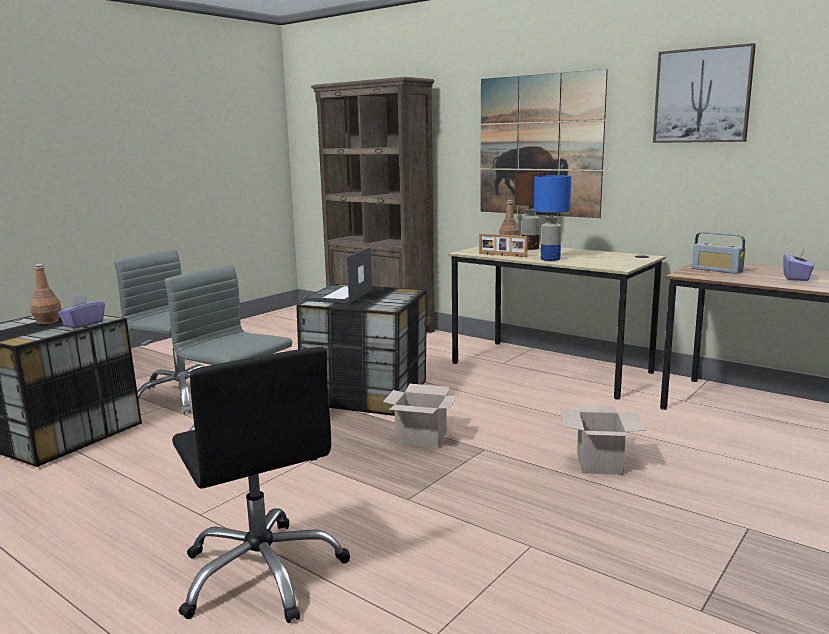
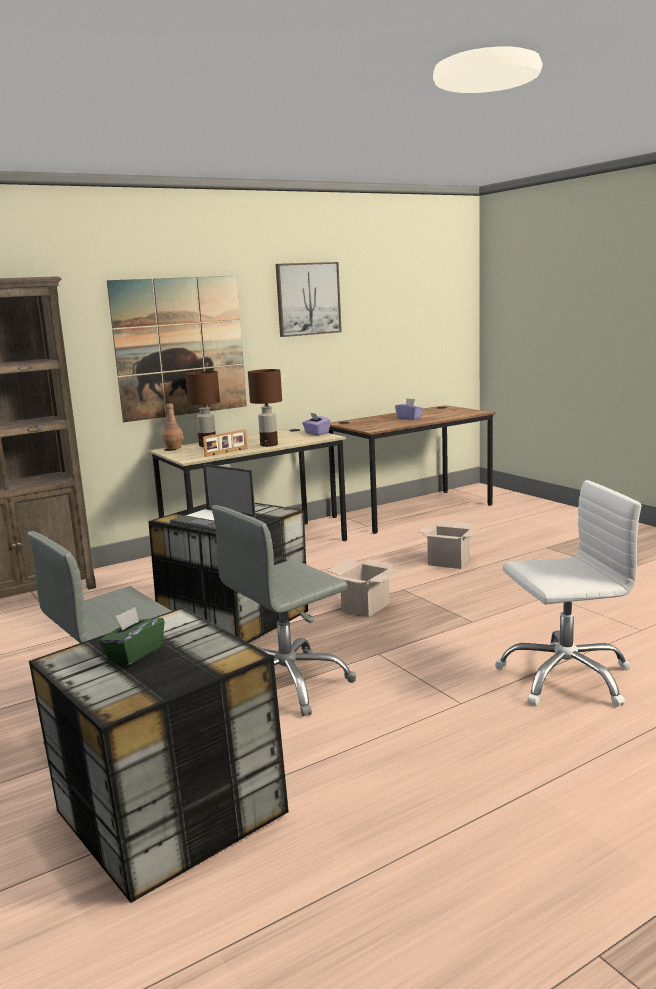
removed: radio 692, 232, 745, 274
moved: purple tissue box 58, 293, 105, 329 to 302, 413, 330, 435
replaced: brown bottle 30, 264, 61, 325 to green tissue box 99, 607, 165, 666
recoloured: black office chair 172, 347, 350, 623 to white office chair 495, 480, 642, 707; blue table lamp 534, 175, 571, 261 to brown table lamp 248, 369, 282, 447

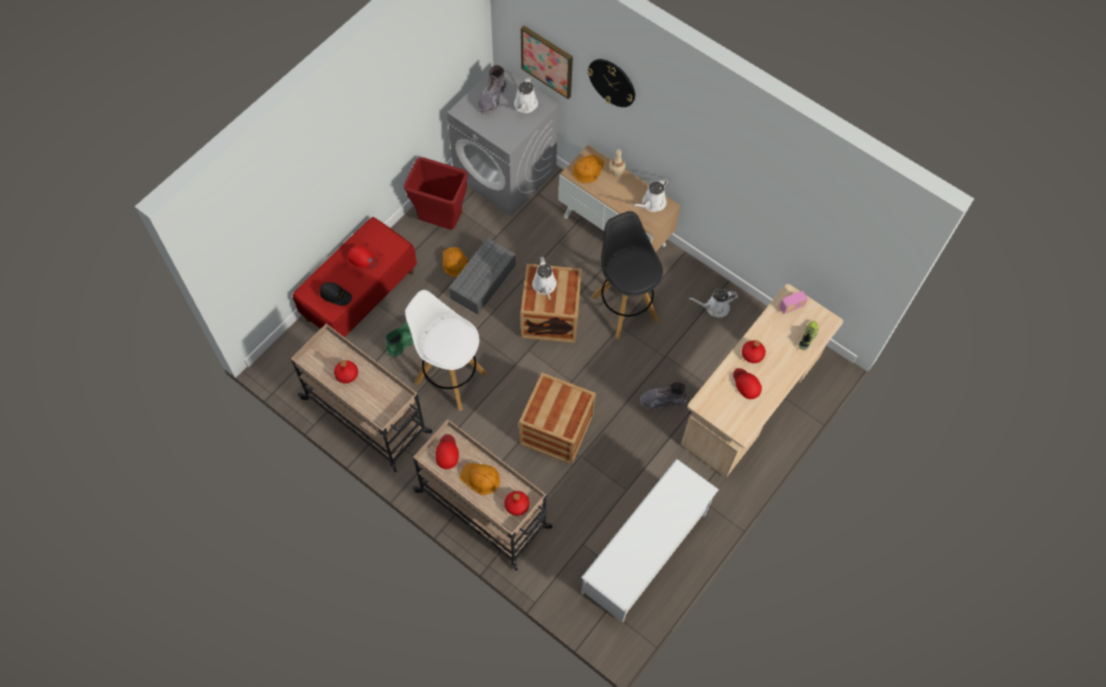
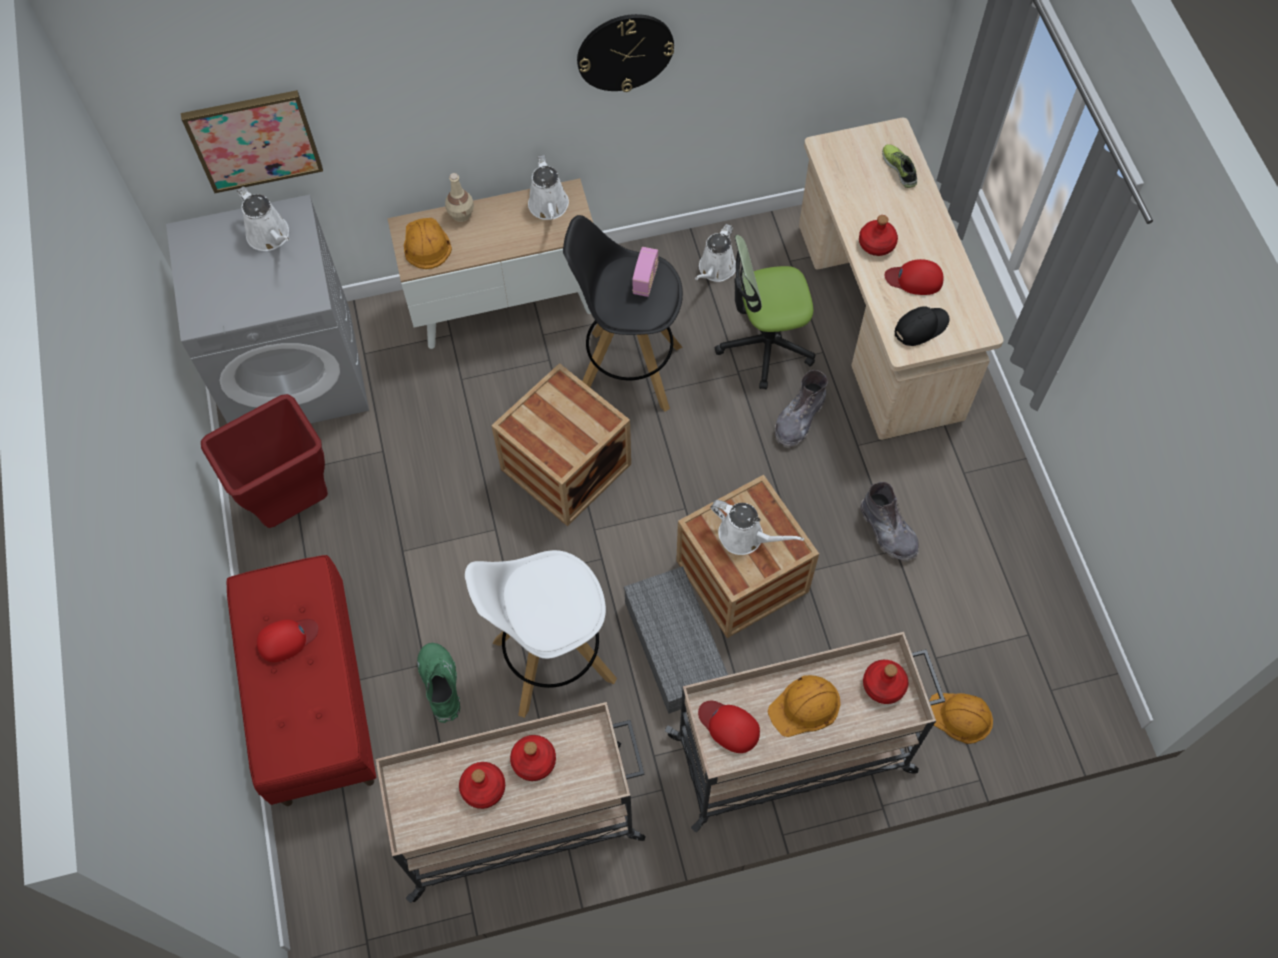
removed: white shoe rack 581, 459, 719, 623
added: red bottle 510, 735, 556, 781; office chair 715, 235, 815, 390
moved: black cap 320, 282, 352, 306 to 895, 306, 949, 346; orange hard hat 443, 247, 468, 277 to 929, 693, 993, 744; grey storage box 448, 238, 516, 314 to 624, 566, 728, 714; grey boot 478, 65, 506, 115 to 860, 482, 919, 562; white watering can 532, 257, 557, 300 to 710, 500, 804, 555; wall clock 587, 59, 635, 107 to 577, 14, 674, 92; radio 779, 291, 808, 314 to 632, 247, 658, 297

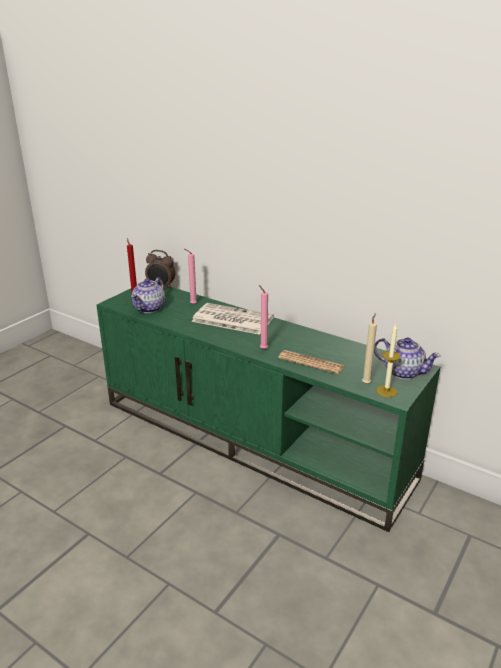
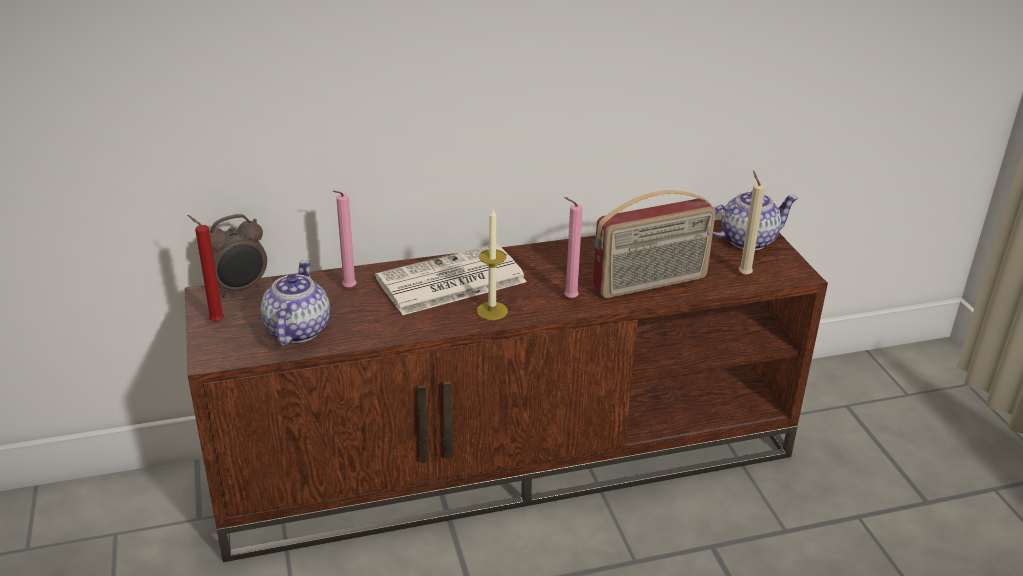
moved: candle 376, 324, 401, 397 to 477, 209, 508, 320
replaced: newspaper 278, 350, 344, 374 to radio 593, 190, 716, 298
recoloured: green tv stand 96, 286, 440, 532 to brown tv stand 185, 219, 828, 562
turned: teapot 131, 277, 165, 313 = 260, 260, 330, 346 150 degrees counterclockwise

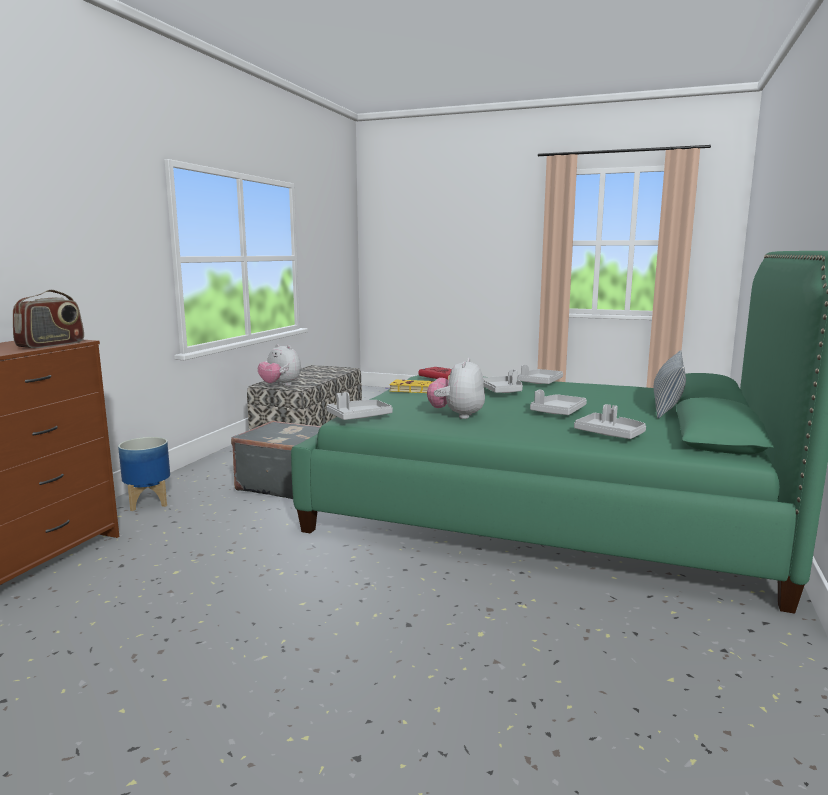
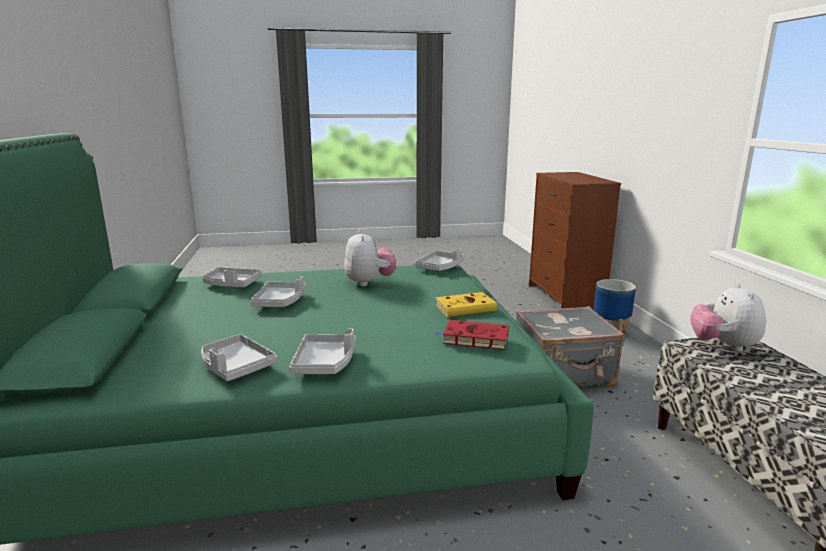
removed: radio 13, 290, 84, 348; pillow 654, 350, 686, 419
moved: grey tray 483, 369, 523, 393 to 201, 334, 277, 381
turned: plush toy 258, 344, 301, 386 = 690, 283, 766, 352 90 degrees counterclockwise

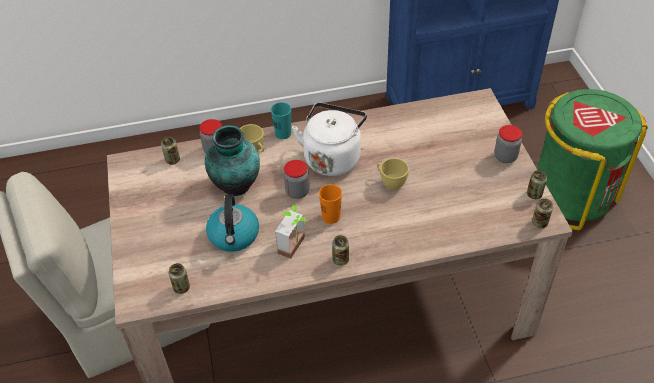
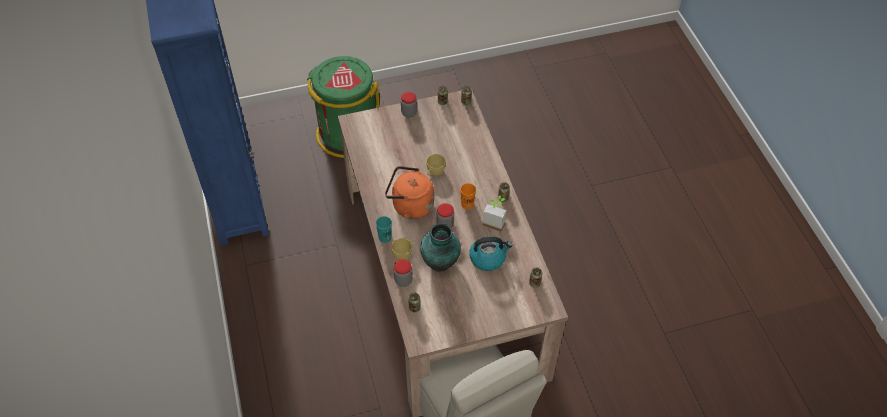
recoloured: white kettle 292, 103, 367, 176 to orange kettle 385, 166, 434, 219

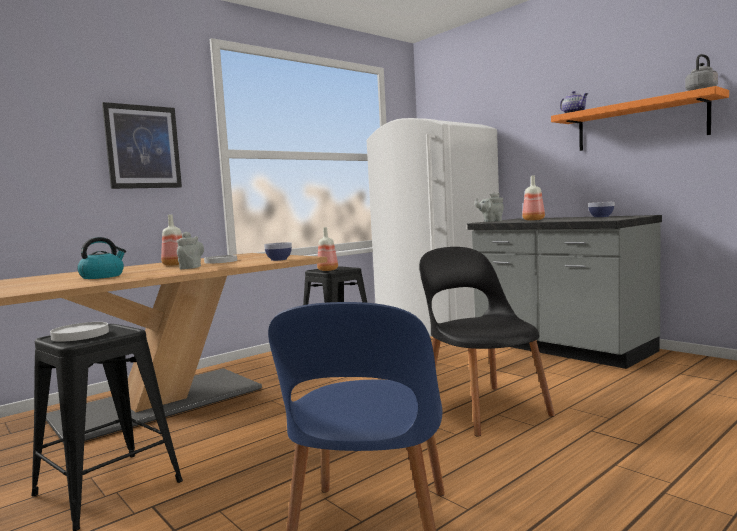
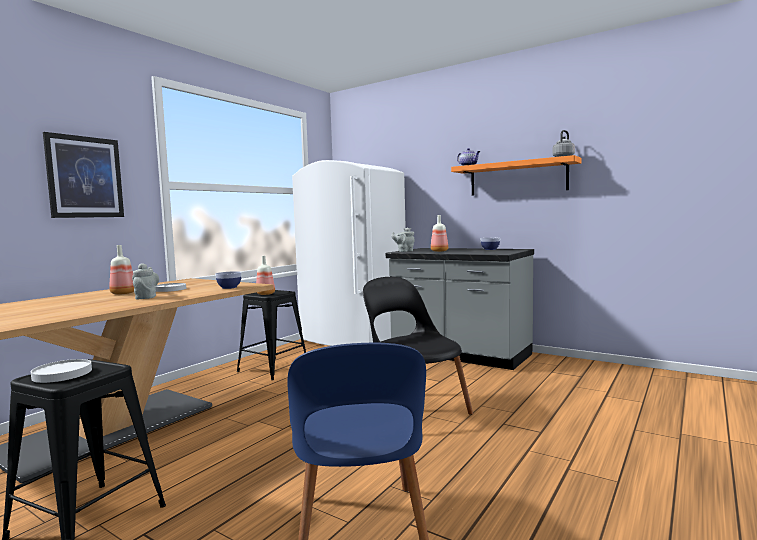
removed: kettle 77, 237, 126, 279

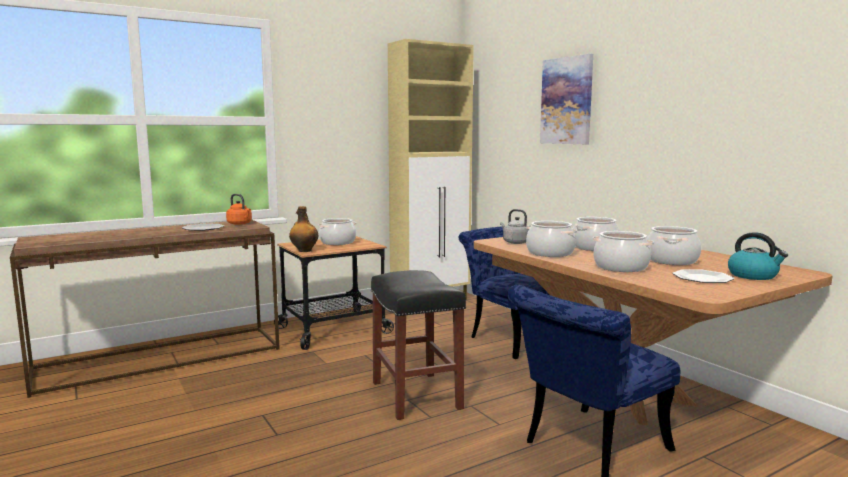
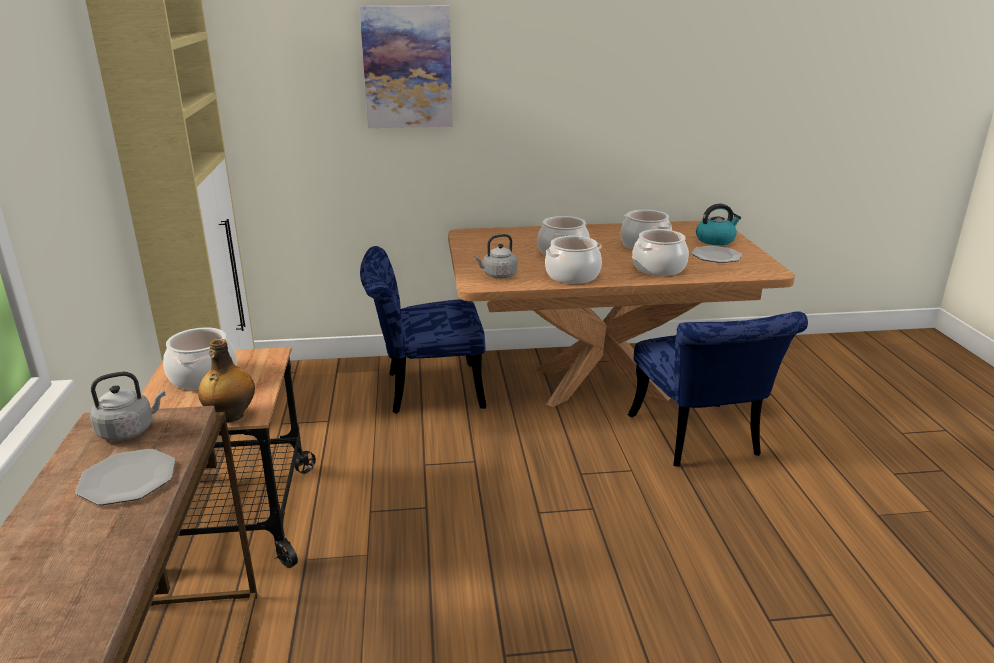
removed: black stool 371, 270, 466, 420
recoloured: orange kettle 226, 194, 252, 225 to grey kettle 90, 371, 165, 441

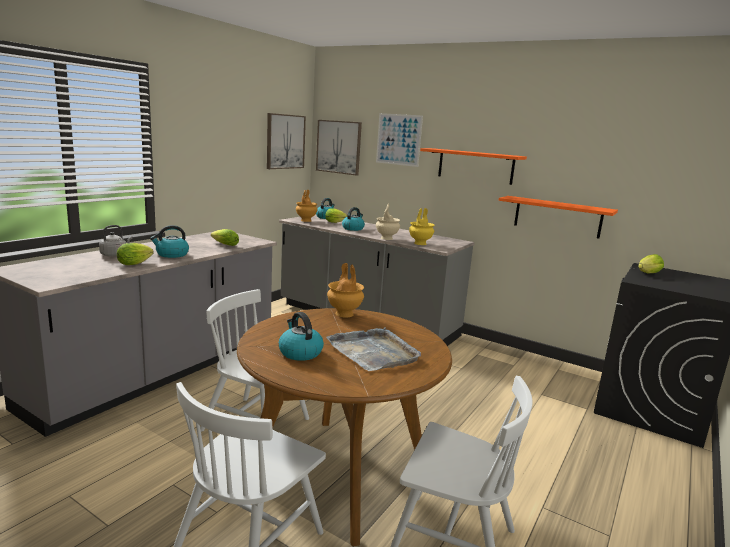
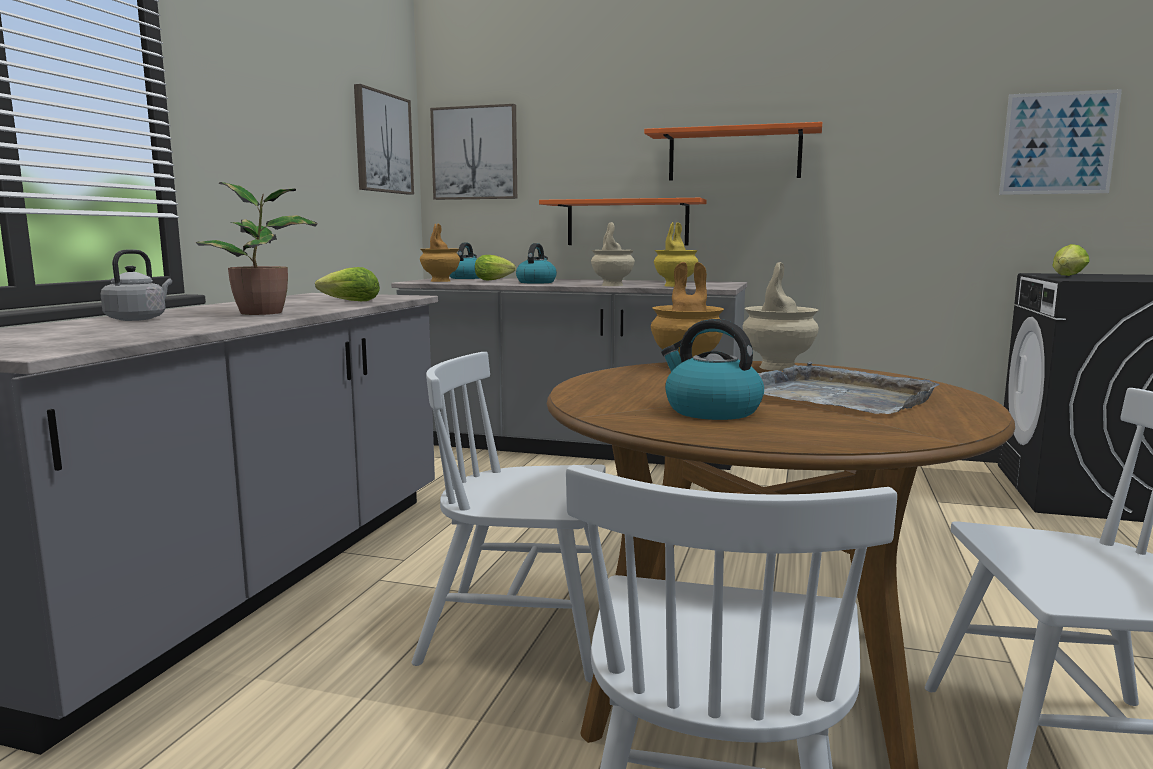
removed: lettuce 117, 243, 154, 265
added: beige vase 742, 262, 819, 371
moved: picture 376, 113, 423, 167 to 999, 89, 1122, 195; orange shelf 499, 196, 618, 239 to 539, 198, 707, 246
replaced: kettle 150, 225, 189, 258 to potted plant 196, 182, 318, 315

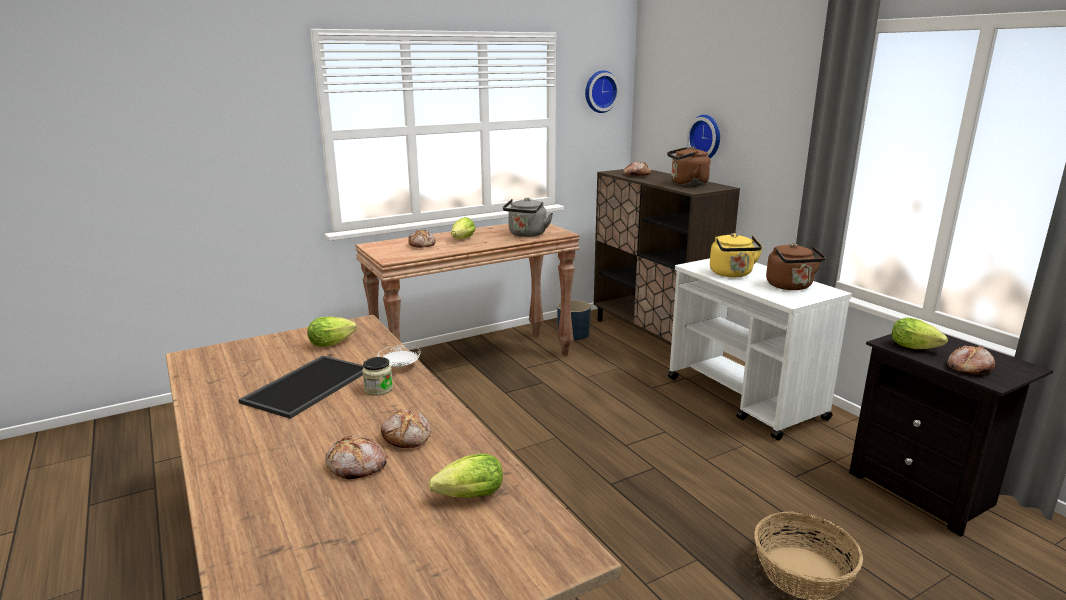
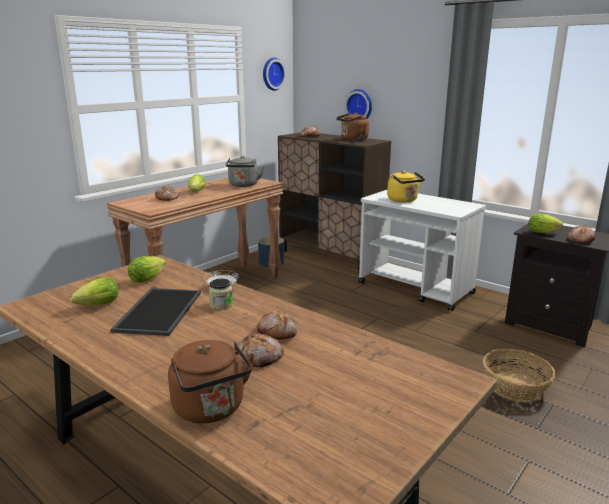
moved: lettuce 429, 453, 503, 498 to 71, 277, 119, 306; brown kettle 766, 243, 826, 290 to 168, 340, 254, 423

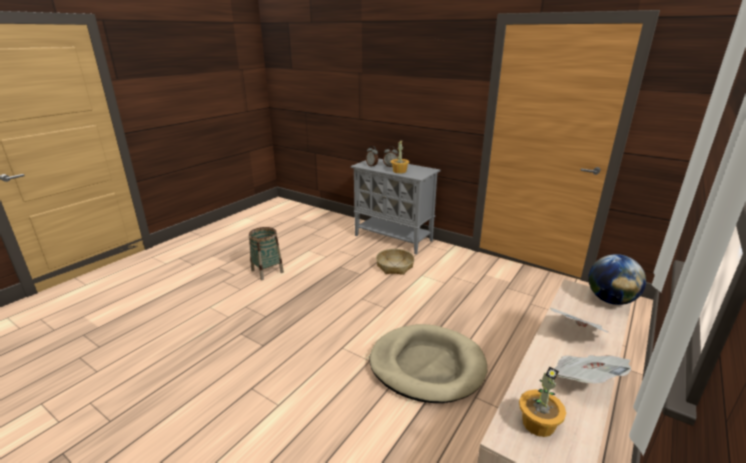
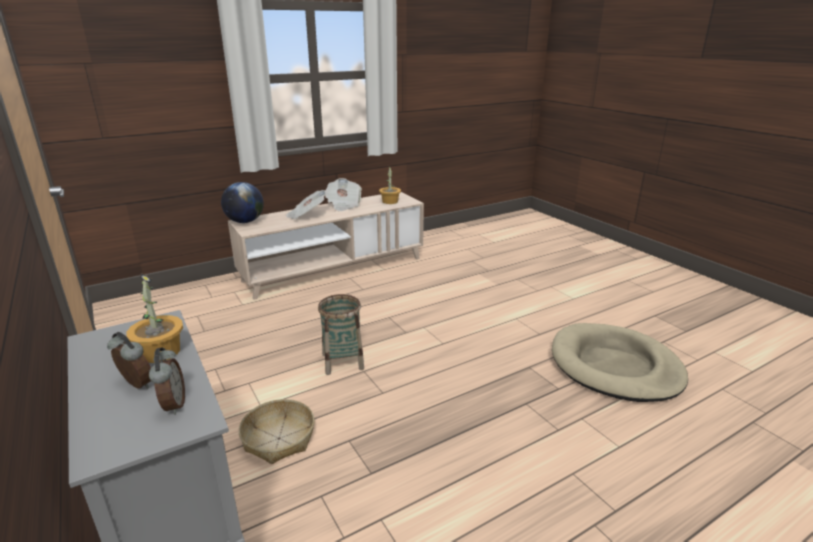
moved: basket 249, 227, 284, 280 to 318, 294, 364, 375; beige dog bed 369, 324, 487, 403 to 552, 323, 688, 402

